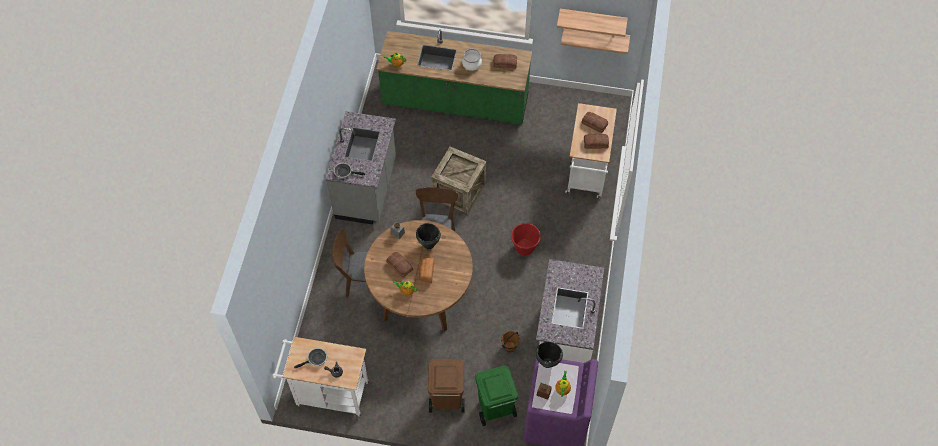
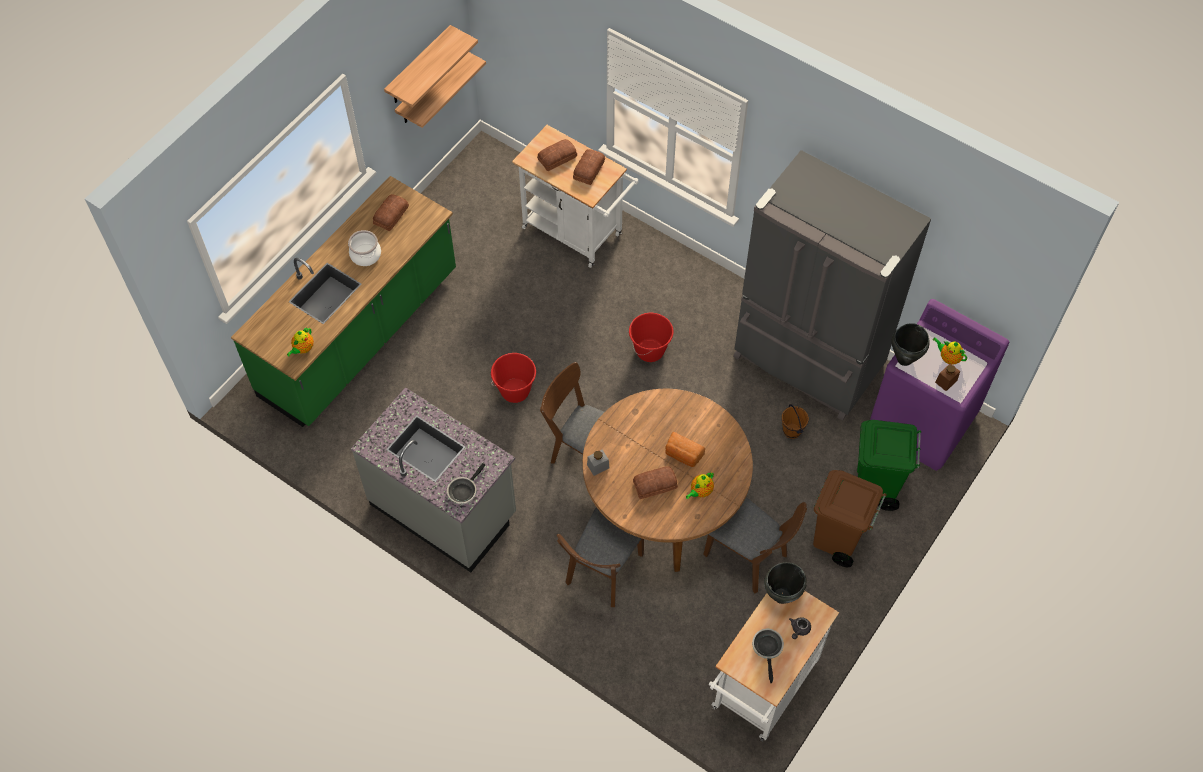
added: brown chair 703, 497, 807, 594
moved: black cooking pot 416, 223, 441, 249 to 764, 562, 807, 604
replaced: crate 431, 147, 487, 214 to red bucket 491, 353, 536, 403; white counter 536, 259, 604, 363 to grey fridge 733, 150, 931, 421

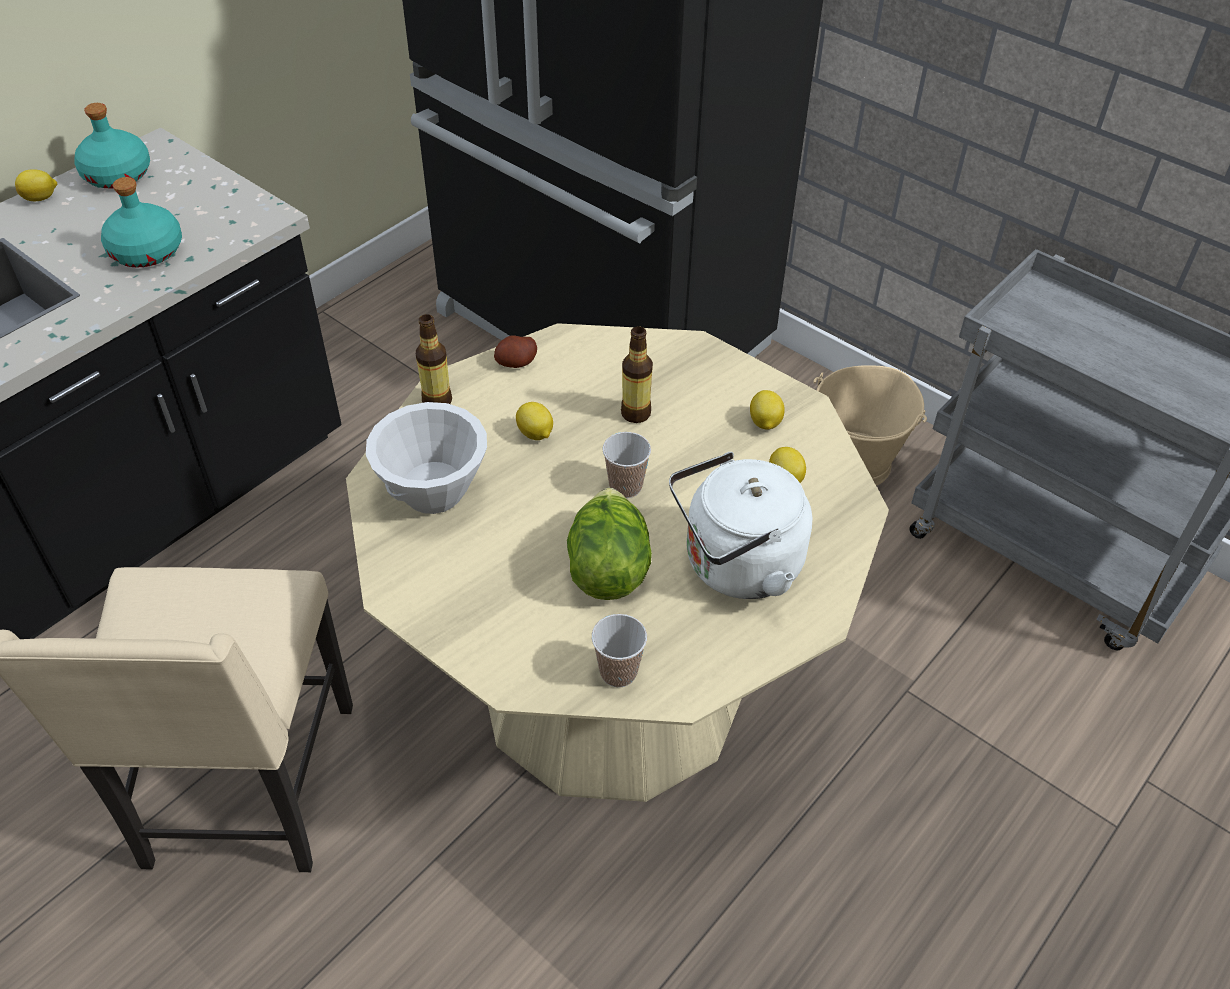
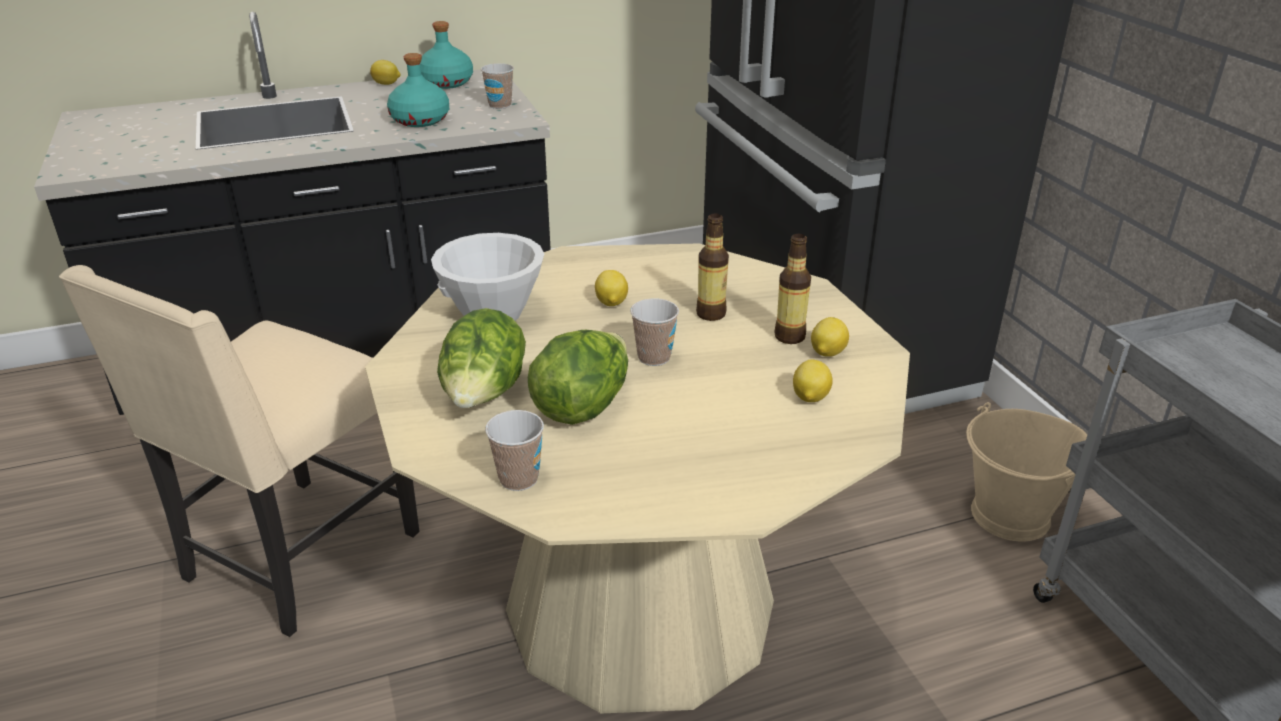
removed: potato 494, 336, 537, 368; white kettle 669, 452, 812, 599
added: lettuce 437, 308, 526, 408; cup 481, 63, 514, 109
moved: bottle 416, 314, 452, 404 to 774, 234, 811, 344

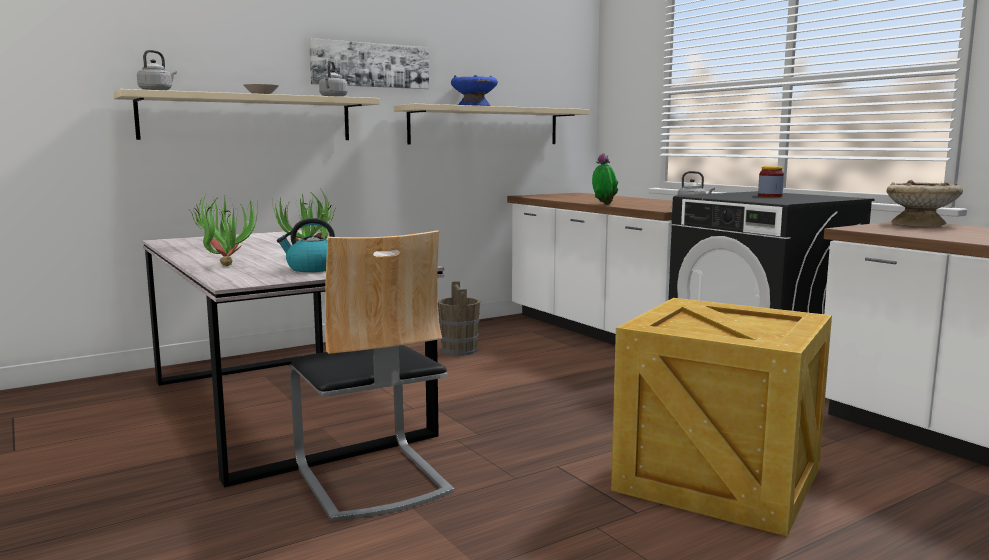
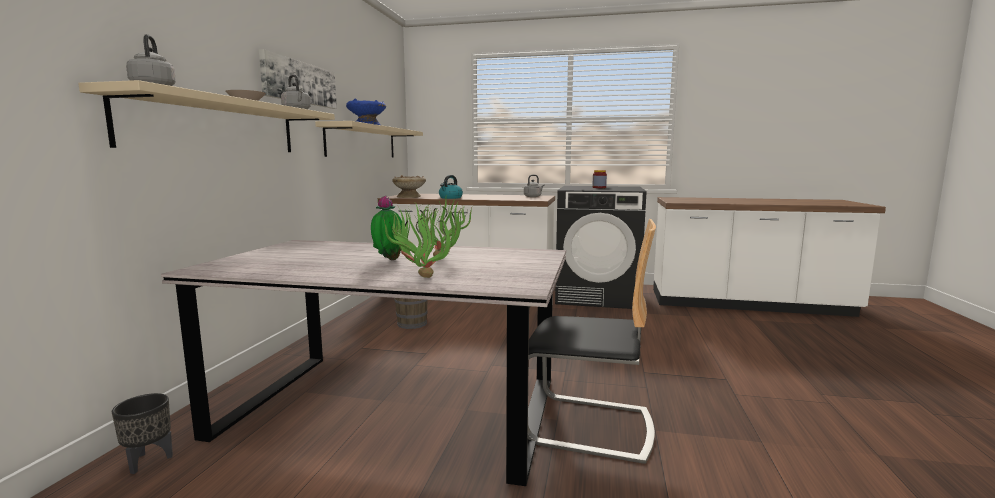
removed: crate 611, 298, 832, 537
added: black planter 112, 393, 173, 474
moved: kettle 277, 218, 335, 272 to 439, 175, 463, 199; potted plant 592, 153, 619, 205 to 371, 195, 402, 260; beige bowl 887, 180, 963, 227 to 392, 175, 426, 198

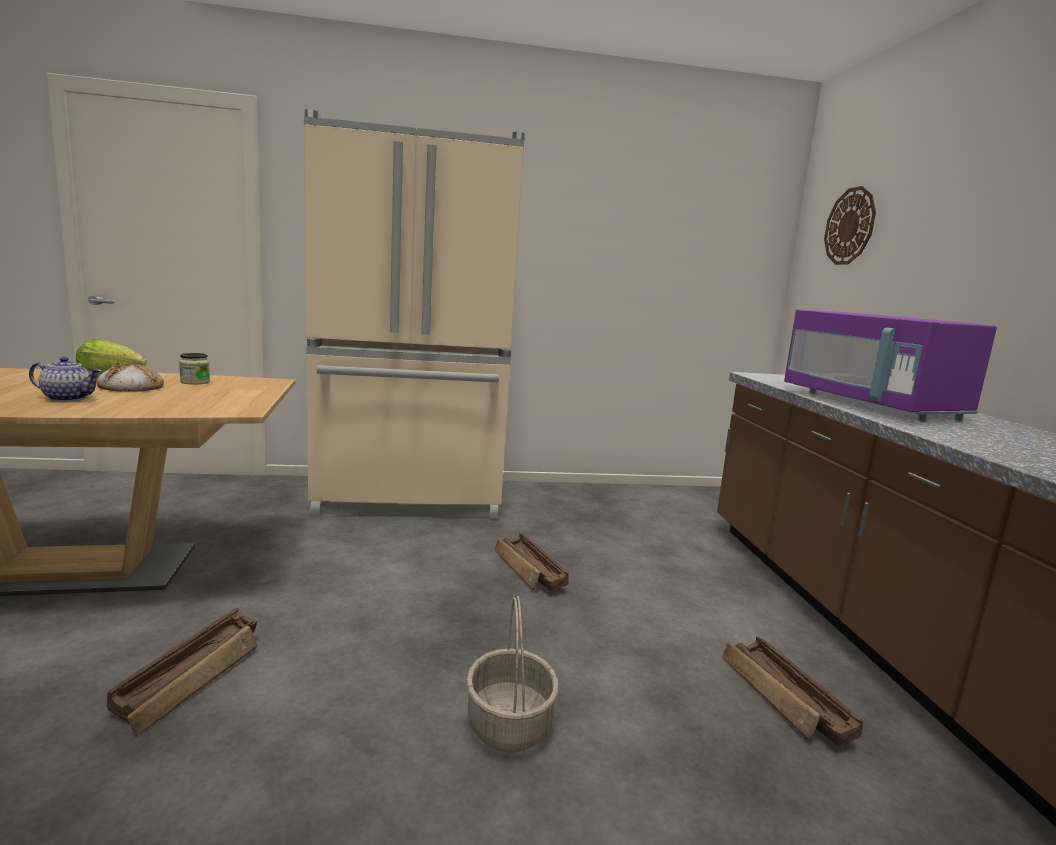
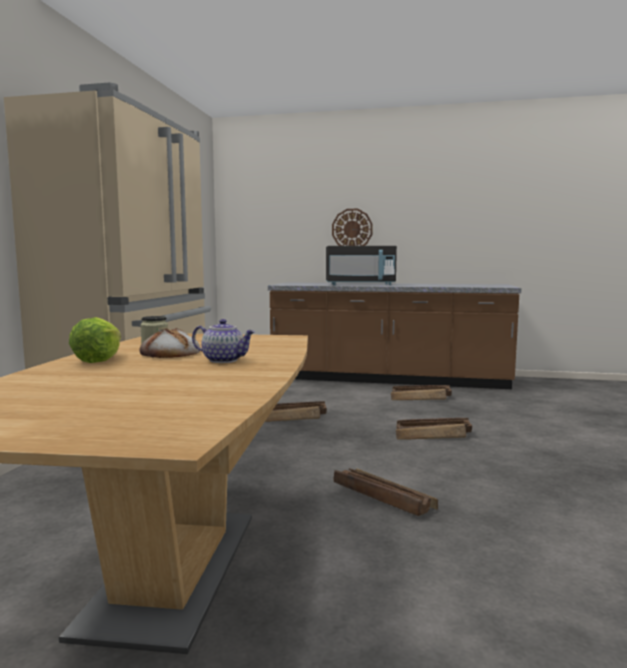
moved: wall clock 824, 186, 876, 265 to 332, 209, 373, 246
replaced: basket 466, 596, 558, 753 to crate 396, 418, 472, 440
recoloured: purple microwave 784, 309, 997, 421 to black microwave 326, 246, 397, 285
turned: teapot 29, 357, 102, 402 = 192, 319, 255, 363 90 degrees clockwise

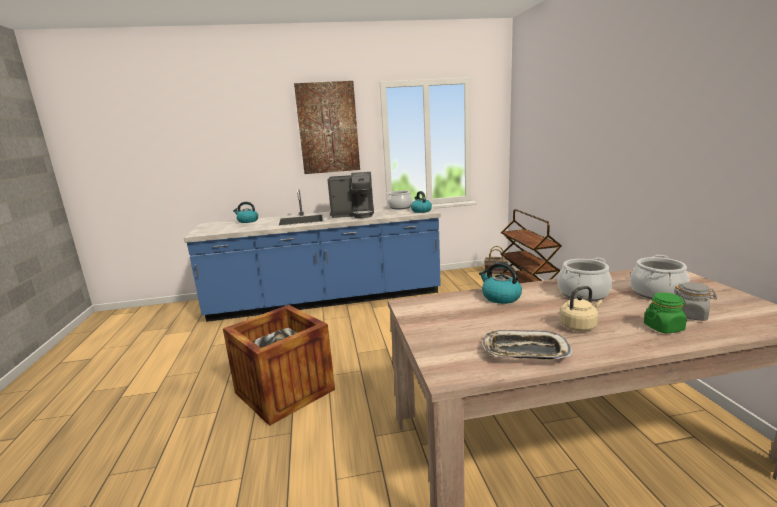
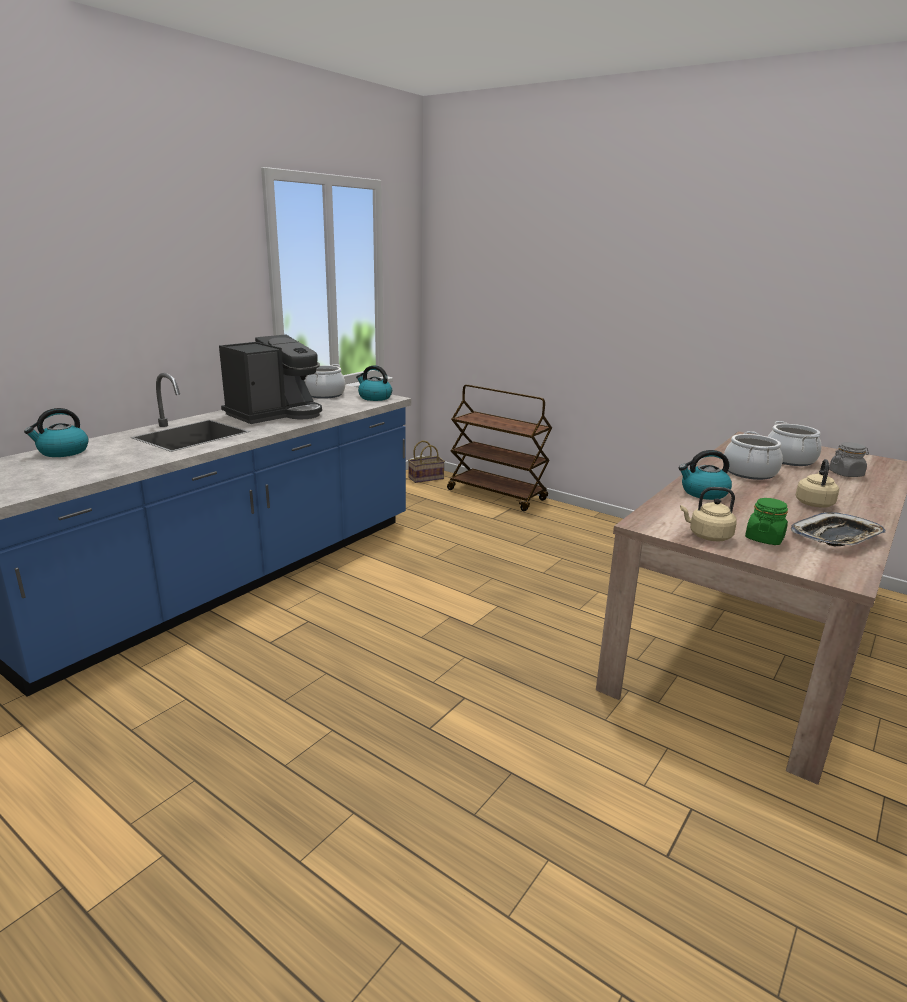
removed: crate 223, 305, 335, 426; picture 294, 81, 360, 174
added: beige kettle 680, 487, 737, 541
moved: green jar 644, 293, 687, 333 to 745, 498, 788, 545

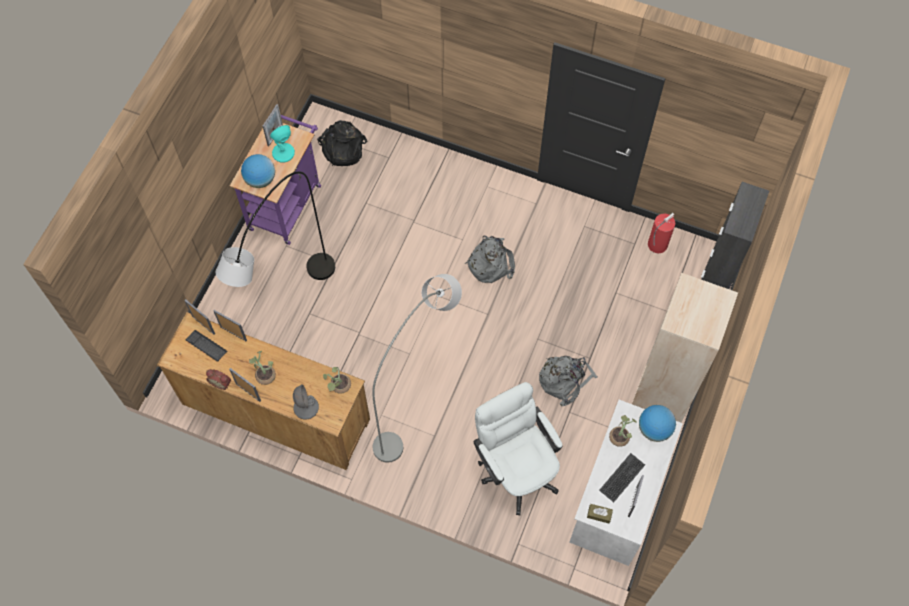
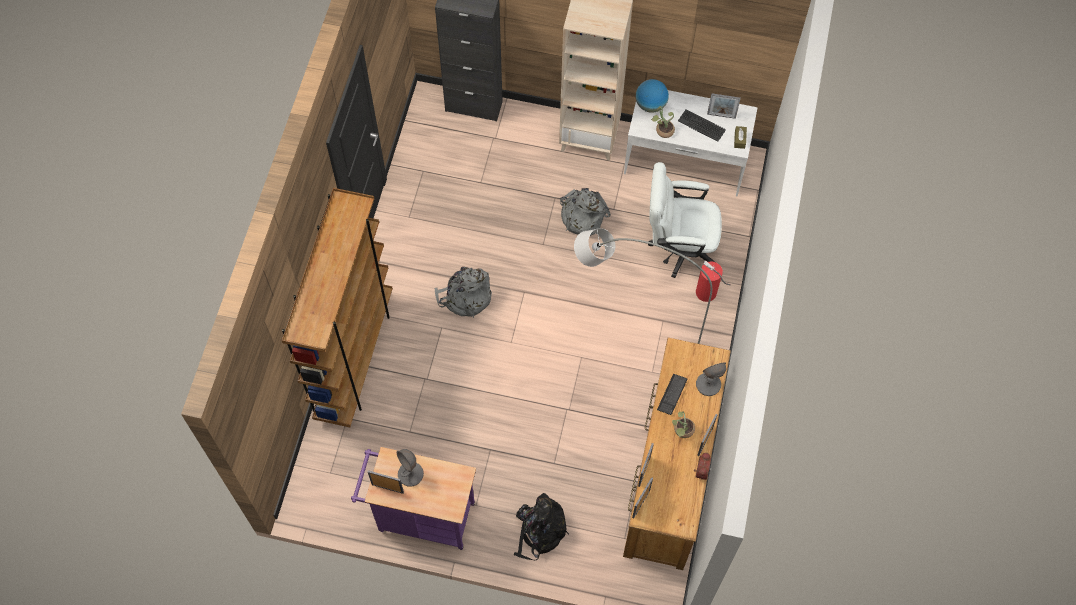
removed: grey floor lamp 216, 172, 335, 287; globe 241, 154, 275, 188; potted plant 323, 367, 351, 394
added: brown bookcase 282, 188, 393, 427
moved: keyboard 186, 330, 227, 362 to 657, 374, 688, 415; black backpack 317, 120, 367, 166 to 514, 493, 569, 560; fire extinguisher 648, 213, 675, 253 to 696, 260, 731, 302
recoloured: turquoise table lamp 270, 125, 295, 162 to grey table lamp 397, 449, 424, 487
turned: white office chair 473, 382, 563, 515 = 648, 162, 722, 278 45 degrees clockwise

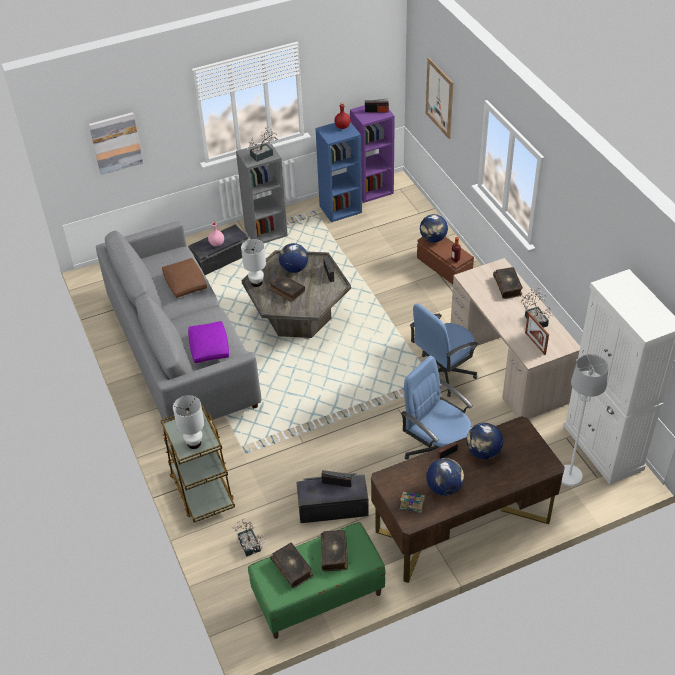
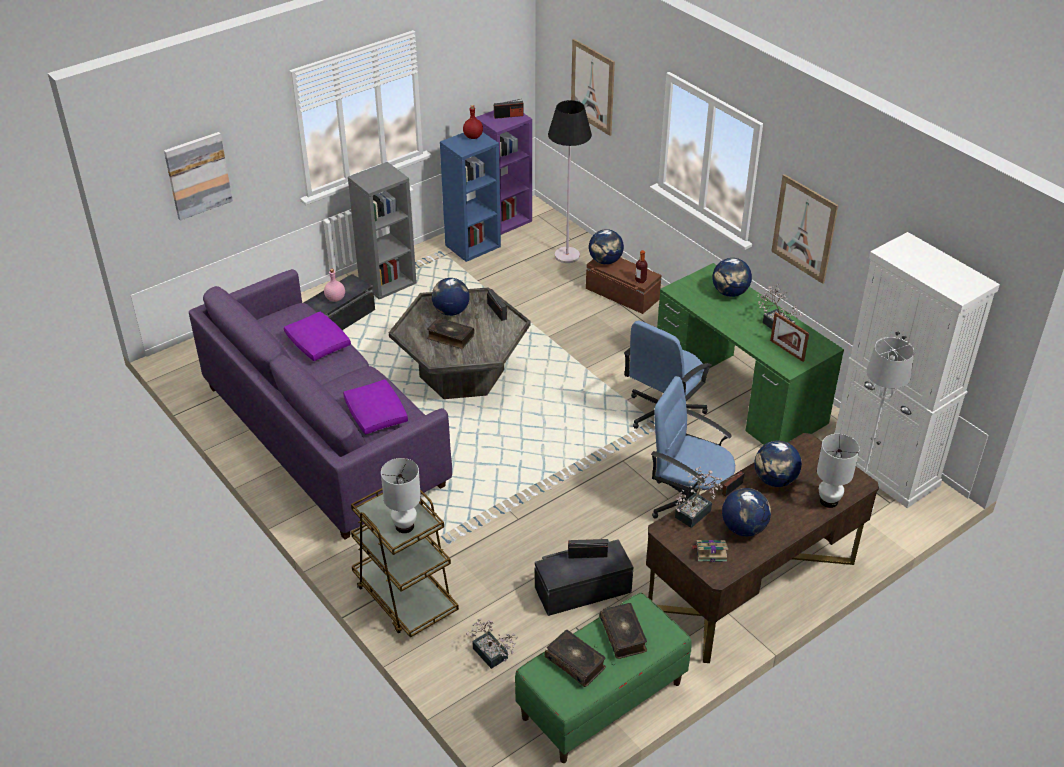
added: black floor lamp 548, 100, 592, 263; picture 771, 174, 839, 284
moved: white table lamp 241, 239, 266, 287 to 817, 434, 860, 508; potted plant 247, 127, 278, 162 to 675, 467, 722, 528
replaced: book 493, 267, 523, 299 to globe 712, 258, 752, 297
recoloured: grey sofa 96, 221, 261, 422 to purple sofa 189, 269, 452, 540; brown pillow 162, 258, 207, 298 to purple pillow 284, 312, 351, 361; beige desk 451, 258, 580, 419 to green desk 657, 263, 844, 445

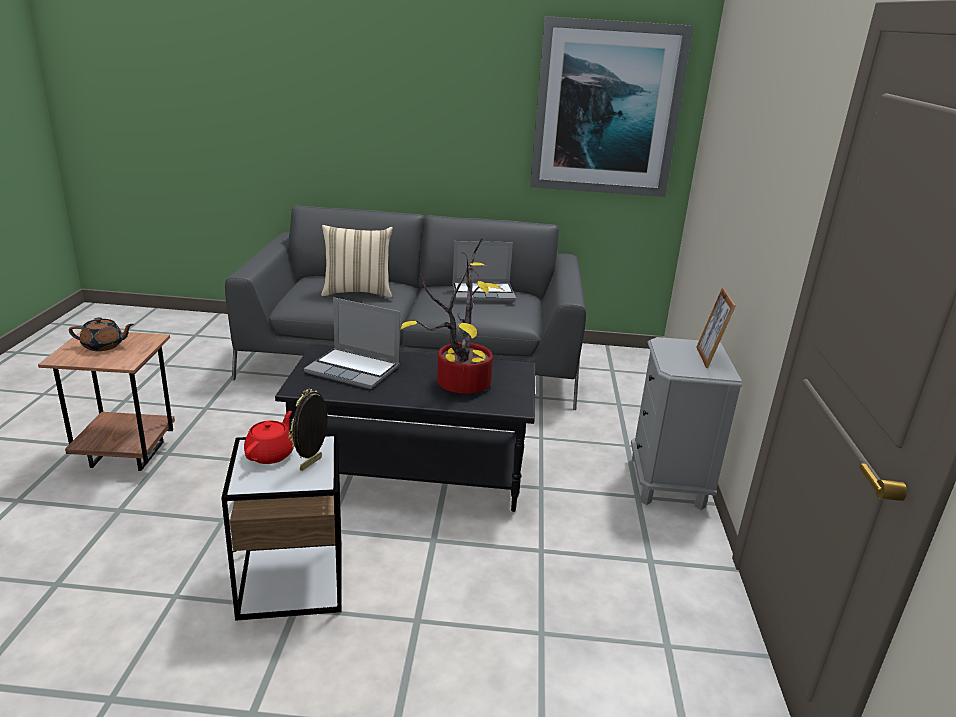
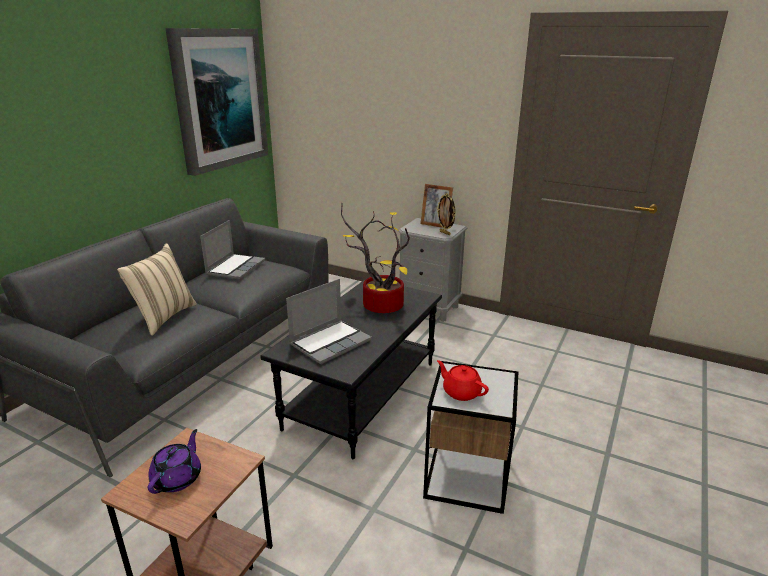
moved: picture frame 289, 389, 328, 471 to 437, 193, 456, 235
recoloured: brown teapot 69, 317, 134, 351 to purple teapot 148, 429, 201, 494

